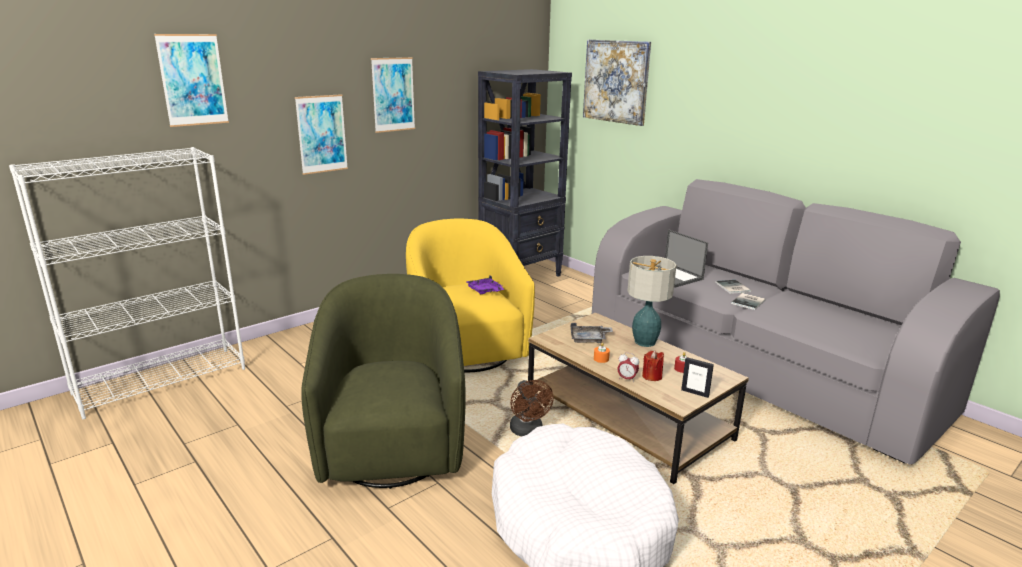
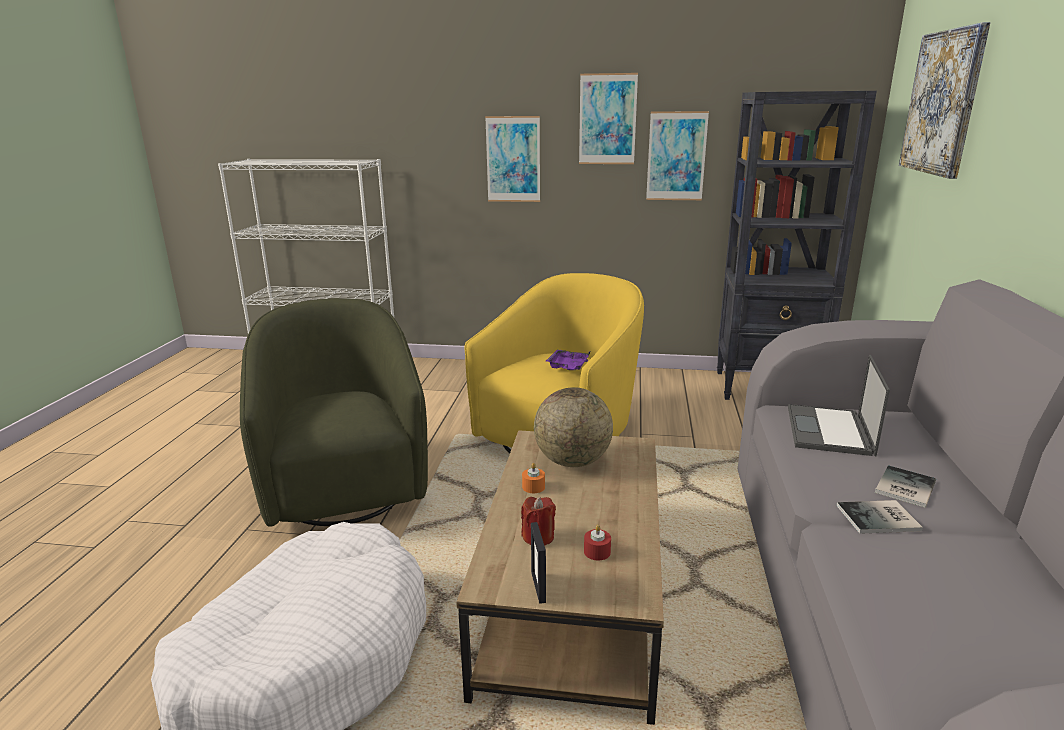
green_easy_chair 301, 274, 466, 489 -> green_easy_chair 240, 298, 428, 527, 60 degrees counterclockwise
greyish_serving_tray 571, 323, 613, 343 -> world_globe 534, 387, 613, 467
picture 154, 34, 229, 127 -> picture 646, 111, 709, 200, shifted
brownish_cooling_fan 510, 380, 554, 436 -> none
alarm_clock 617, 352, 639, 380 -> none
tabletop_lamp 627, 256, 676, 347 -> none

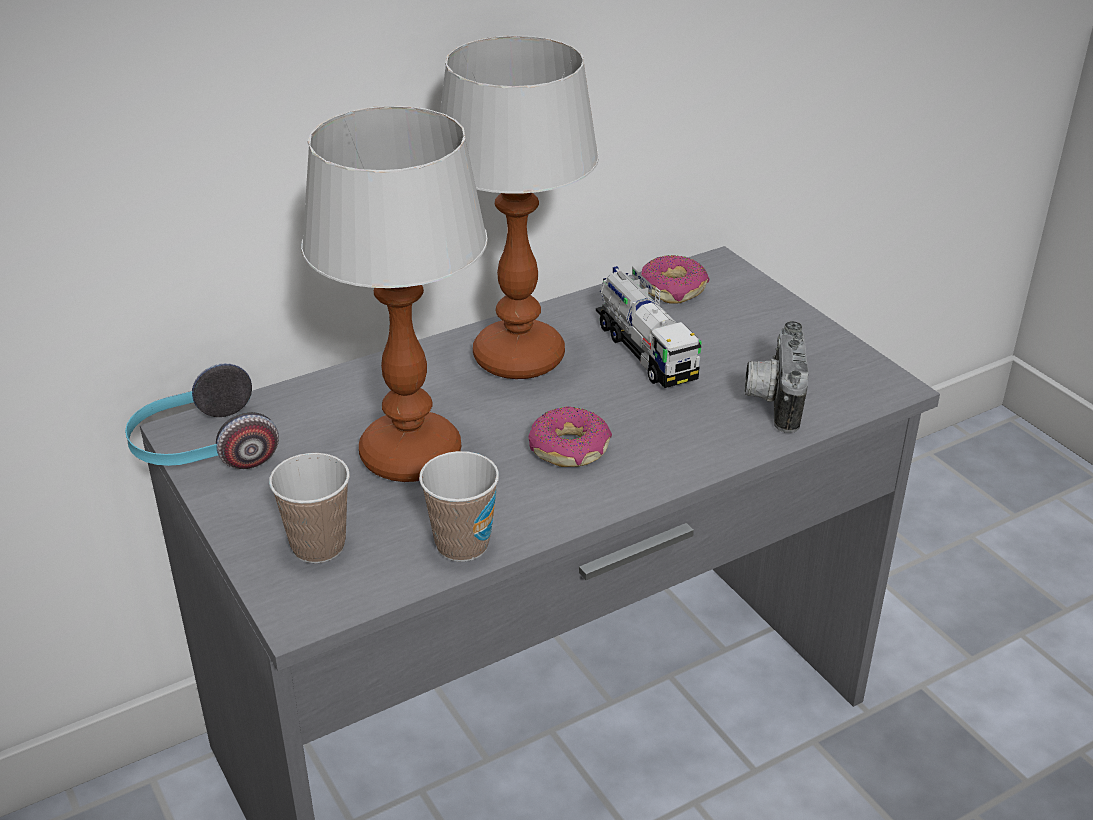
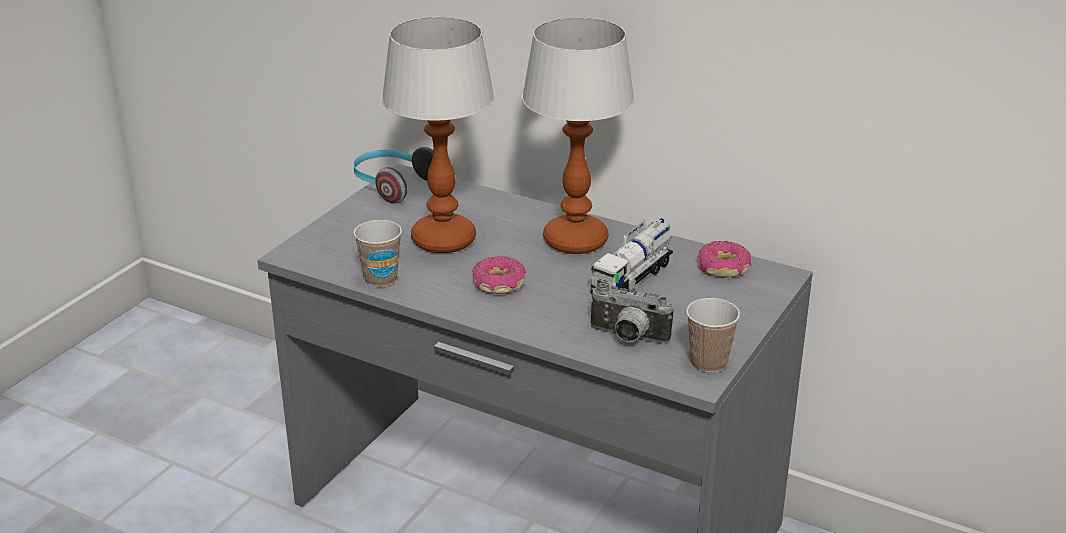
photo_camera 745, 321, 809, 433 -> photo_camera 589, 282, 674, 344, 135 degrees counterclockwise
drinking_cup 269, 453, 350, 563 -> drinking_cup 686, 298, 740, 373, shifted

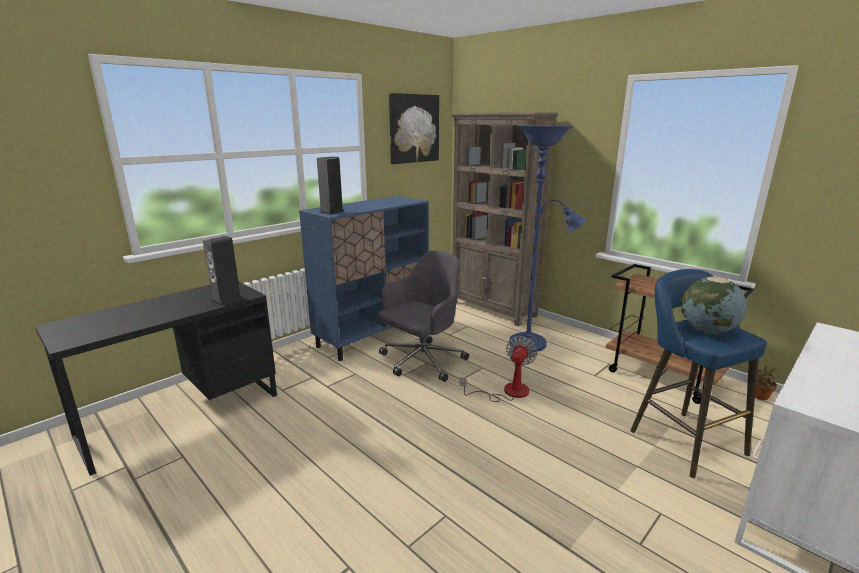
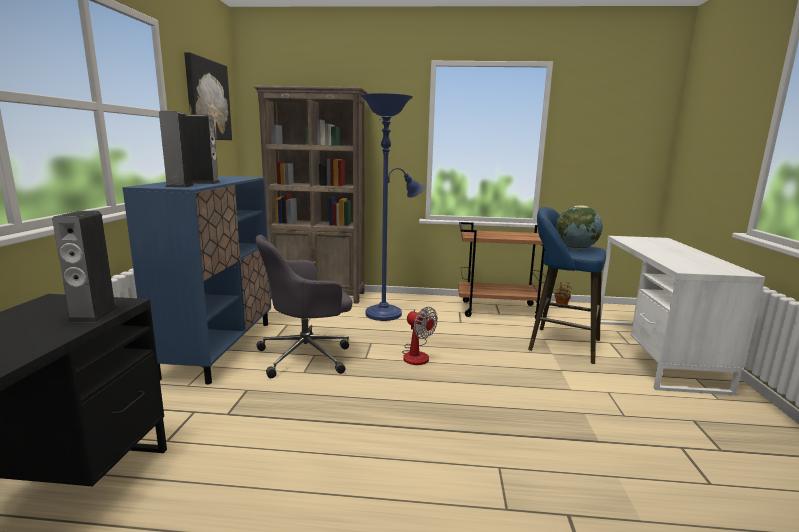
none -> audio_speaker 185, 114, 220, 184
greyish_computer_chair 378, 251, 469, 382 -> greyish_computer_chair 256, 235, 352, 378, 120 degrees counterclockwise
cooling_fan 460, 336, 538, 402 -> cooling_fan 402, 307, 438, 365, 150 degrees clockwise

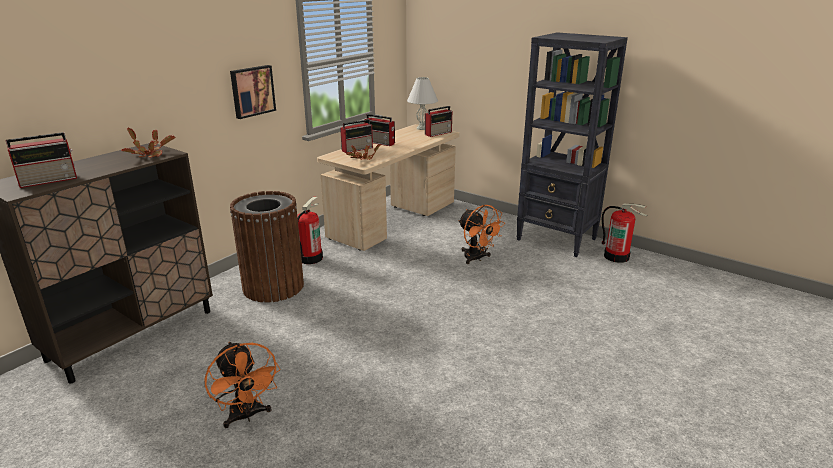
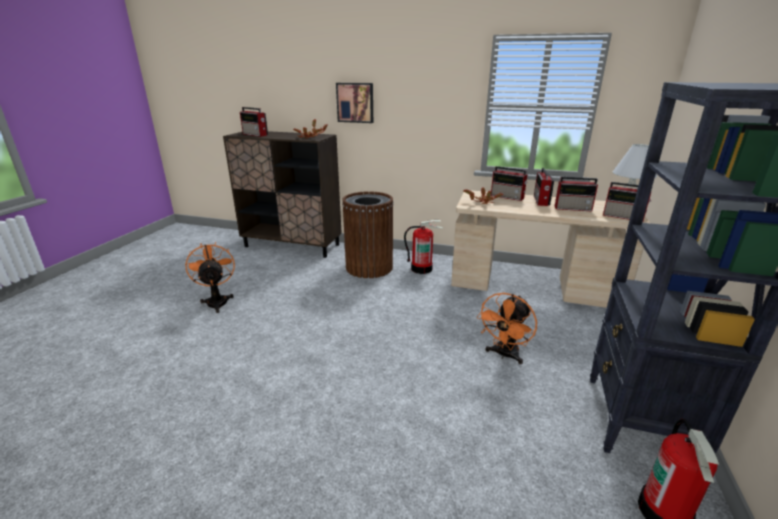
orangey_cooling_fan 204, 342, 280, 428 -> orangey_cooling_fan 185, 242, 235, 313, 120 degrees clockwise
picture 230, 65, 276, 119 -> picture 336, 83, 373, 123, shifted
none -> radio 555, 177, 598, 211

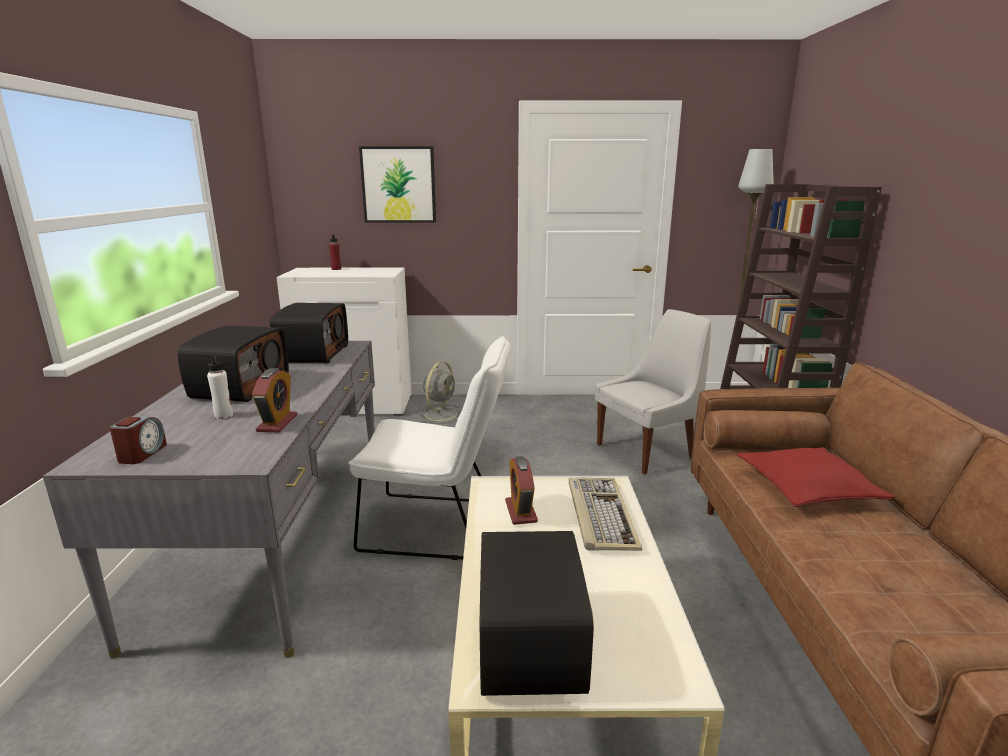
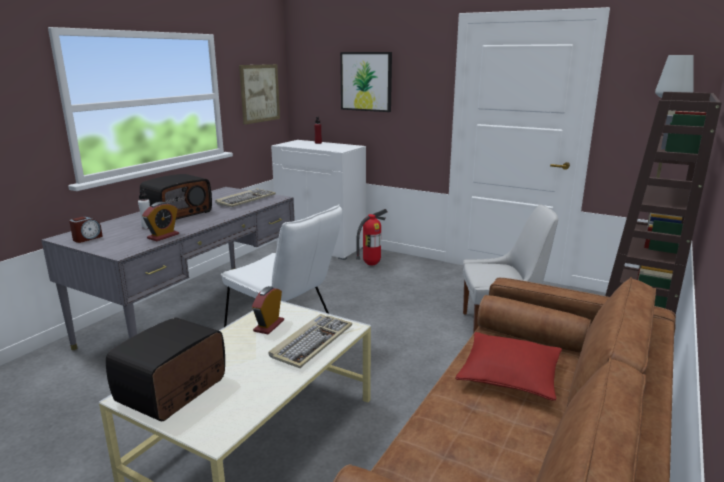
radio 270, 303, 348, 363 -> computer_keyboard 215, 188, 276, 207
none -> picture 239, 64, 280, 124
greyish_cooling_fan 419, 361, 462, 424 -> fire-fighting_cylinder 356, 209, 387, 266

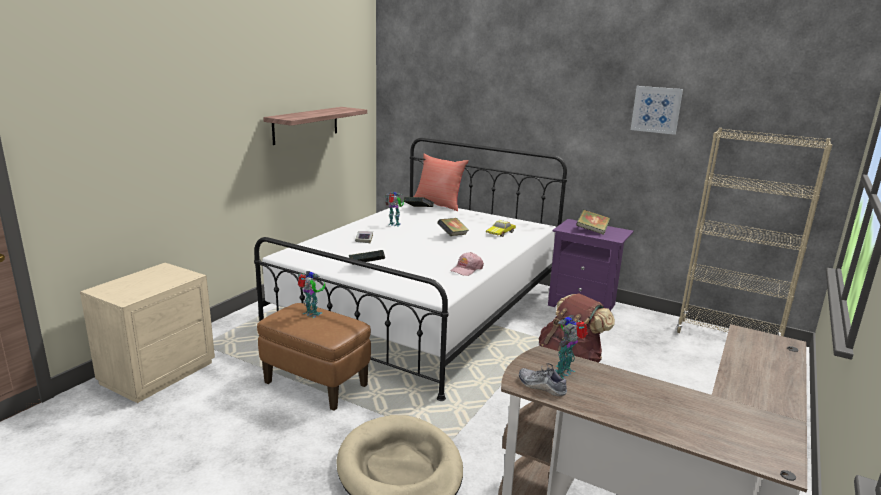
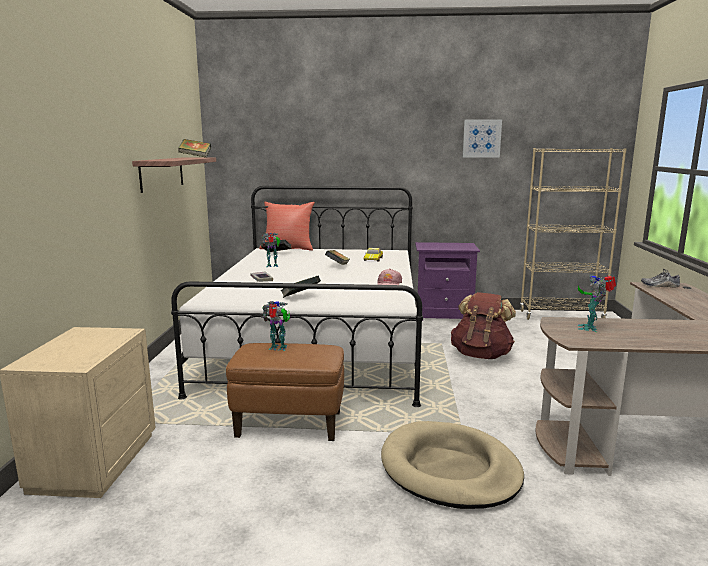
bound_book 576, 209, 610, 235 -> bound_book 178, 139, 211, 158, shifted
item_of_footwear 519, 363, 567, 396 -> item_of_footwear 641, 269, 680, 288, shifted

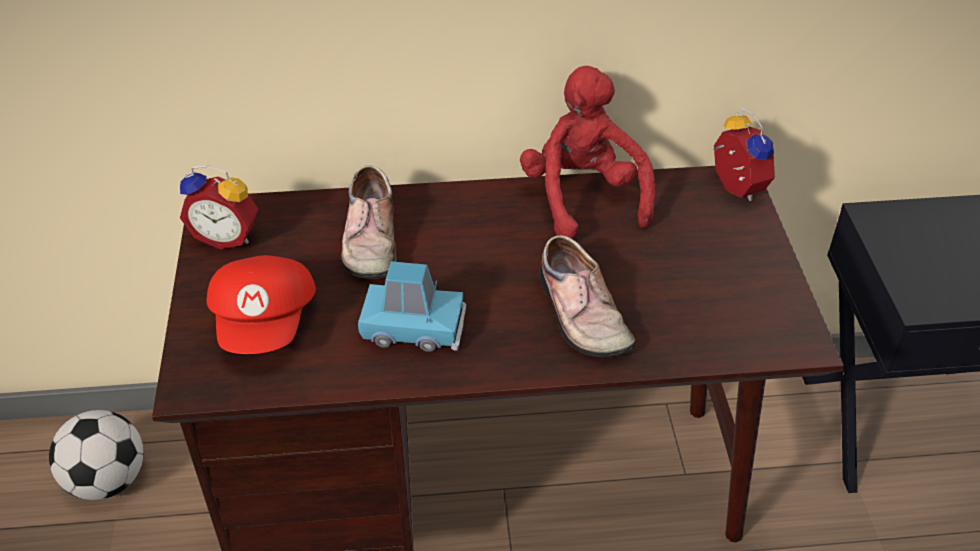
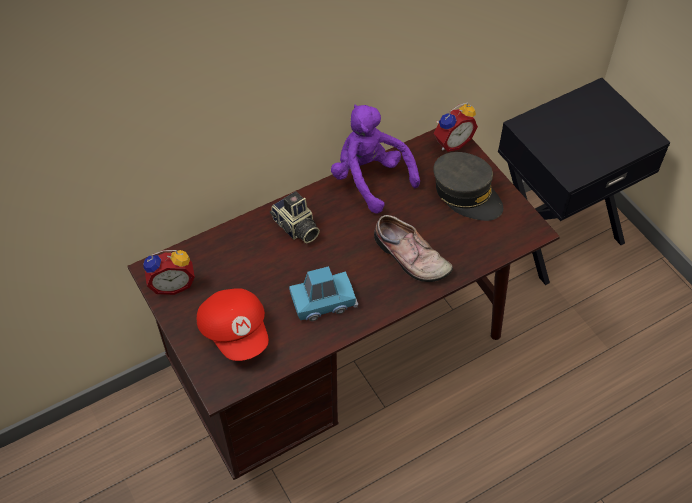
none -> photo_camera 270, 191, 320, 243
red-coloured_soft_toy 520, 66, 655, 239 -> purplish_soft_toy 331, 104, 420, 214
none -> greyish_peaked_cap 433, 152, 503, 221
alarm_clock 713, 109, 775, 201 -> alarm_clock 434, 102, 478, 152, 105 degrees clockwise
football_ball 49, 410, 144, 500 -> none
item_of_footwear 341, 165, 397, 279 -> none

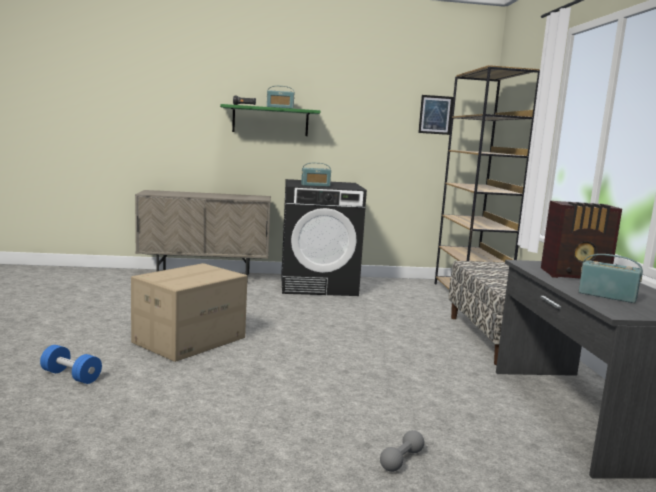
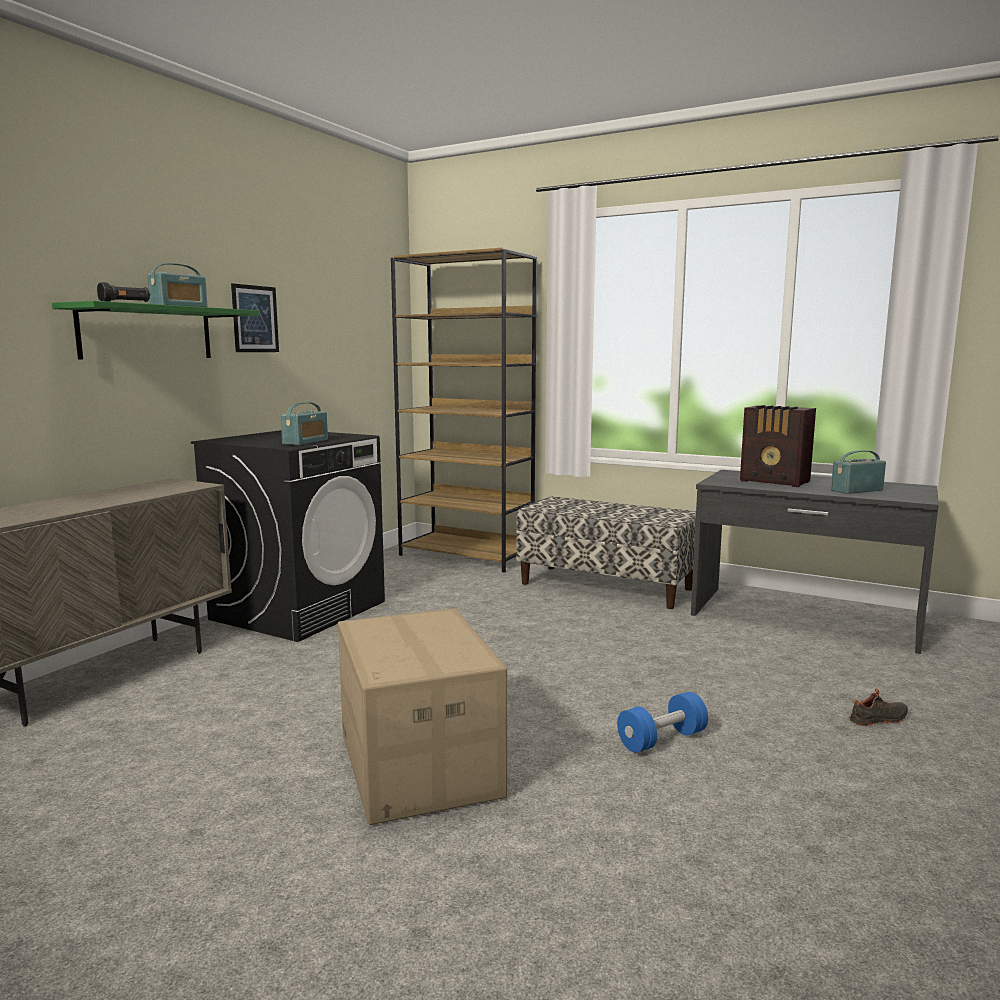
picture 418, 95, 453, 135 -> picture 231, 283, 279, 352, shifted
bluish_hand_weight 40, 345, 102, 384 -> bluish_hand_weight 617, 692, 708, 753, shifted
radio 541, 201, 622, 278 -> radio 740, 405, 816, 487, 90 degrees clockwise
greyish_hand_weight 380, 430, 424, 472 -> black_item_of_footwear 850, 688, 908, 726

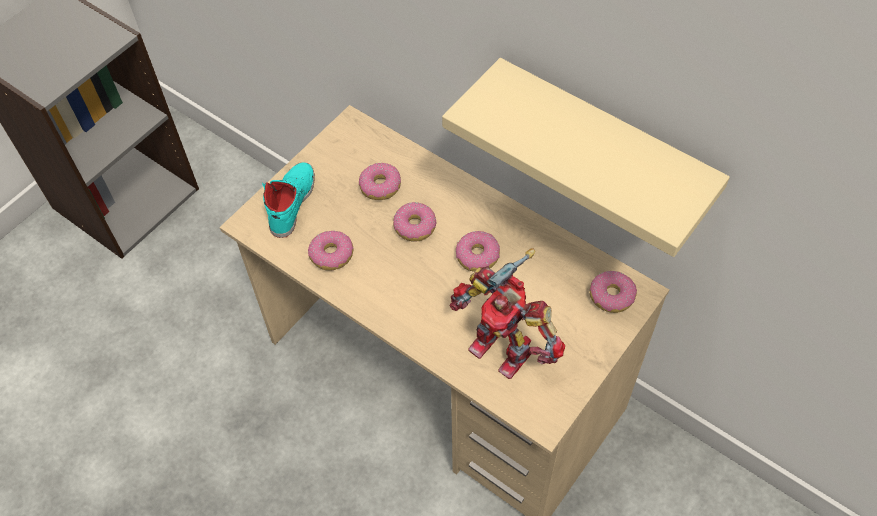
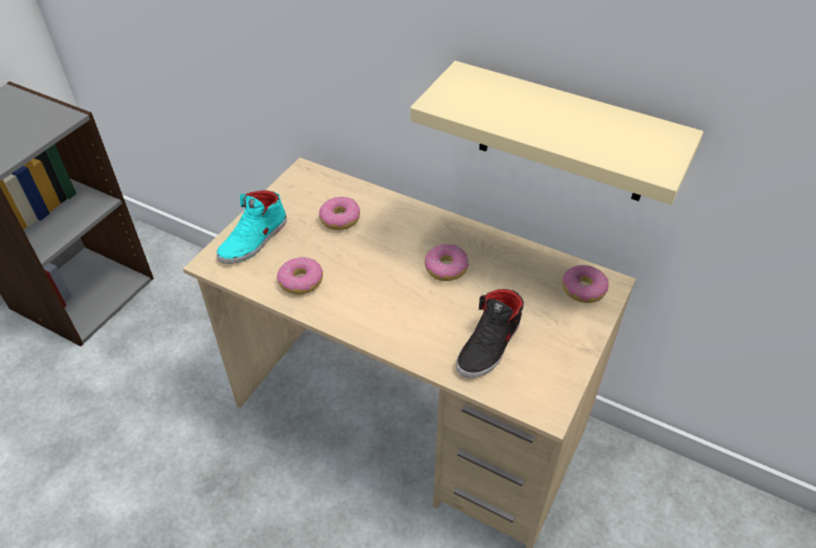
blue-green_item_of_footwear 262, 162, 315, 238 -> blue-green_item_of_footwear 216, 190, 287, 264, 150 degrees counterclockwise
model_robot 450, 248, 565, 379 -> black_item_of_footwear 456, 289, 524, 378
ring_doughnut 393, 202, 437, 242 -> none

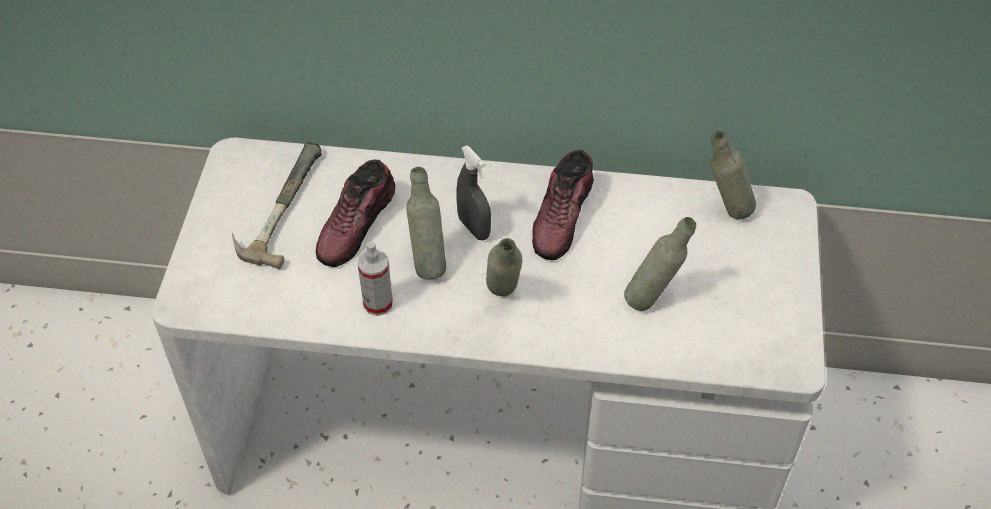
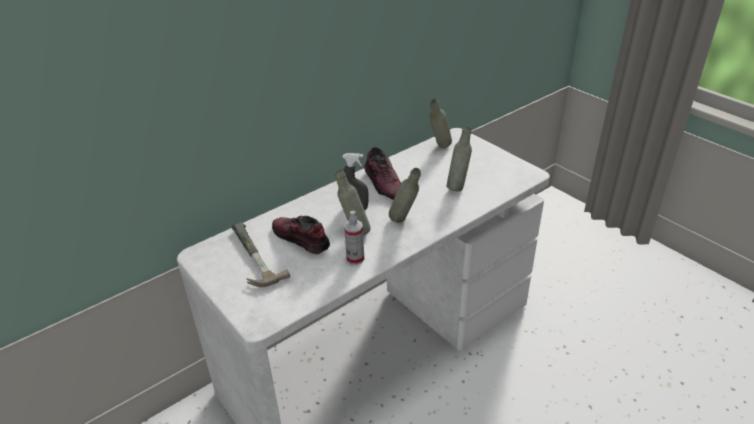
item_of_footwear 316, 160, 395, 267 -> item_of_footwear 272, 215, 330, 254, 150 degrees clockwise

